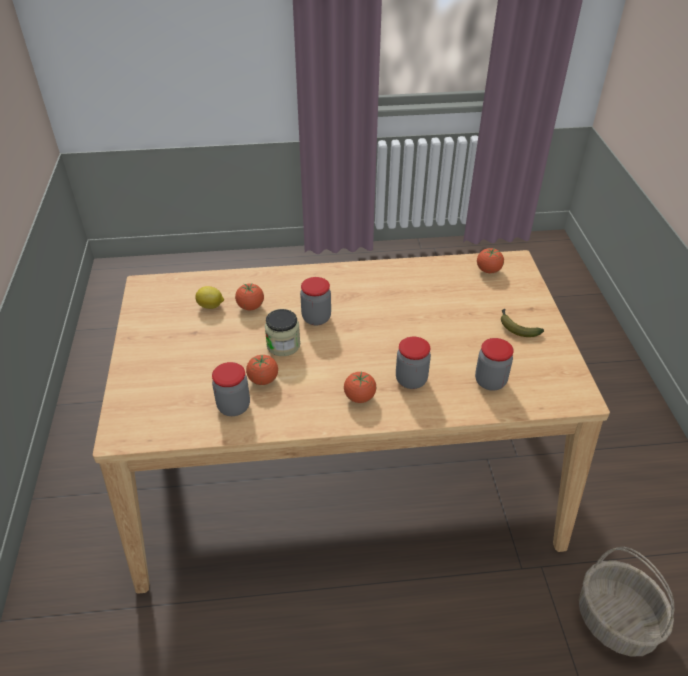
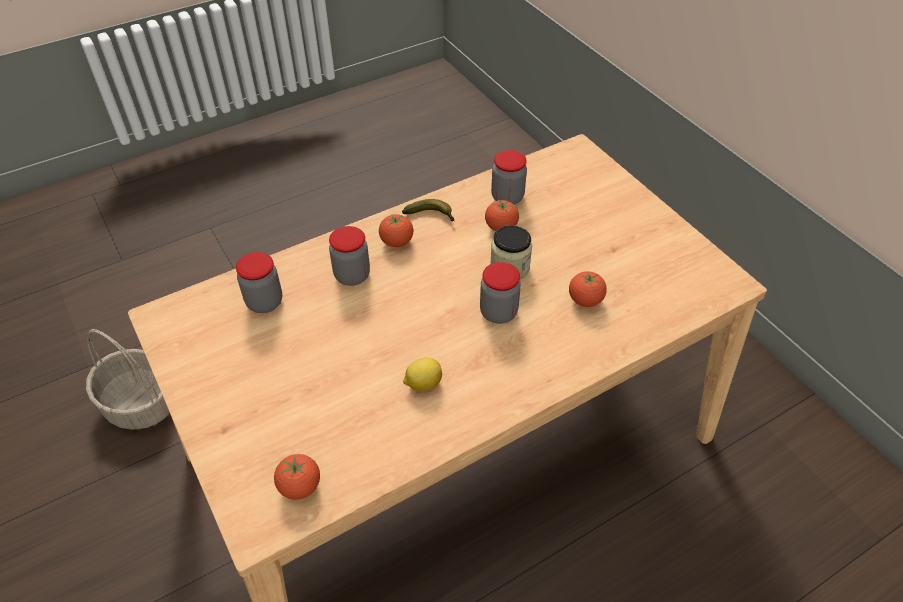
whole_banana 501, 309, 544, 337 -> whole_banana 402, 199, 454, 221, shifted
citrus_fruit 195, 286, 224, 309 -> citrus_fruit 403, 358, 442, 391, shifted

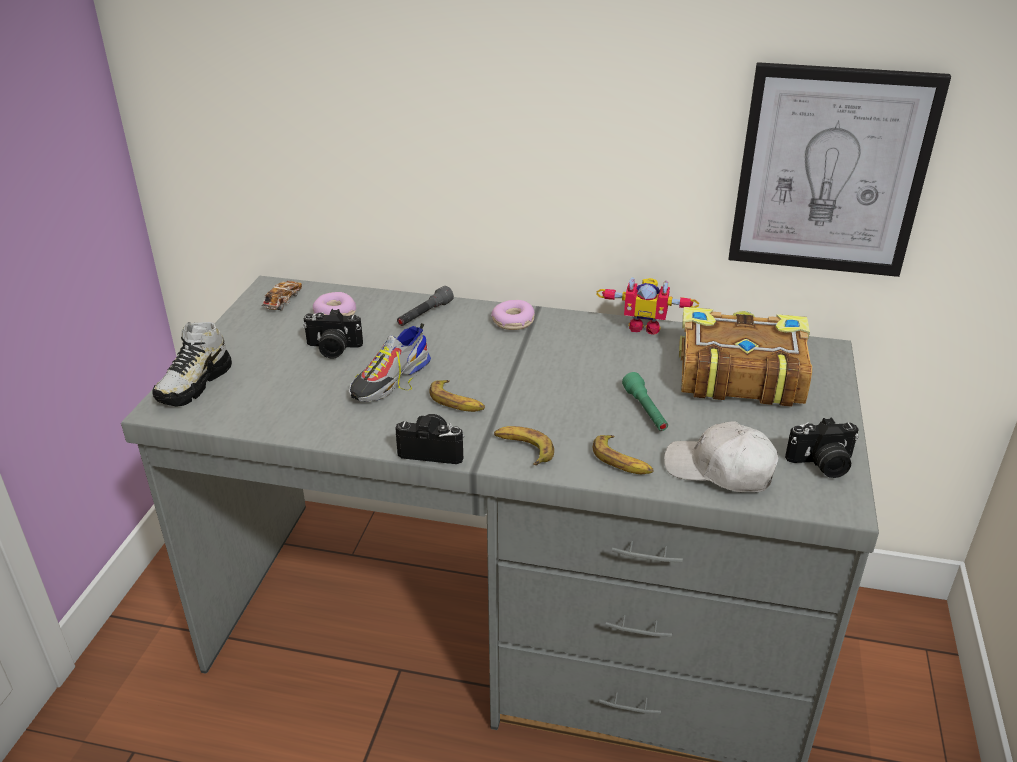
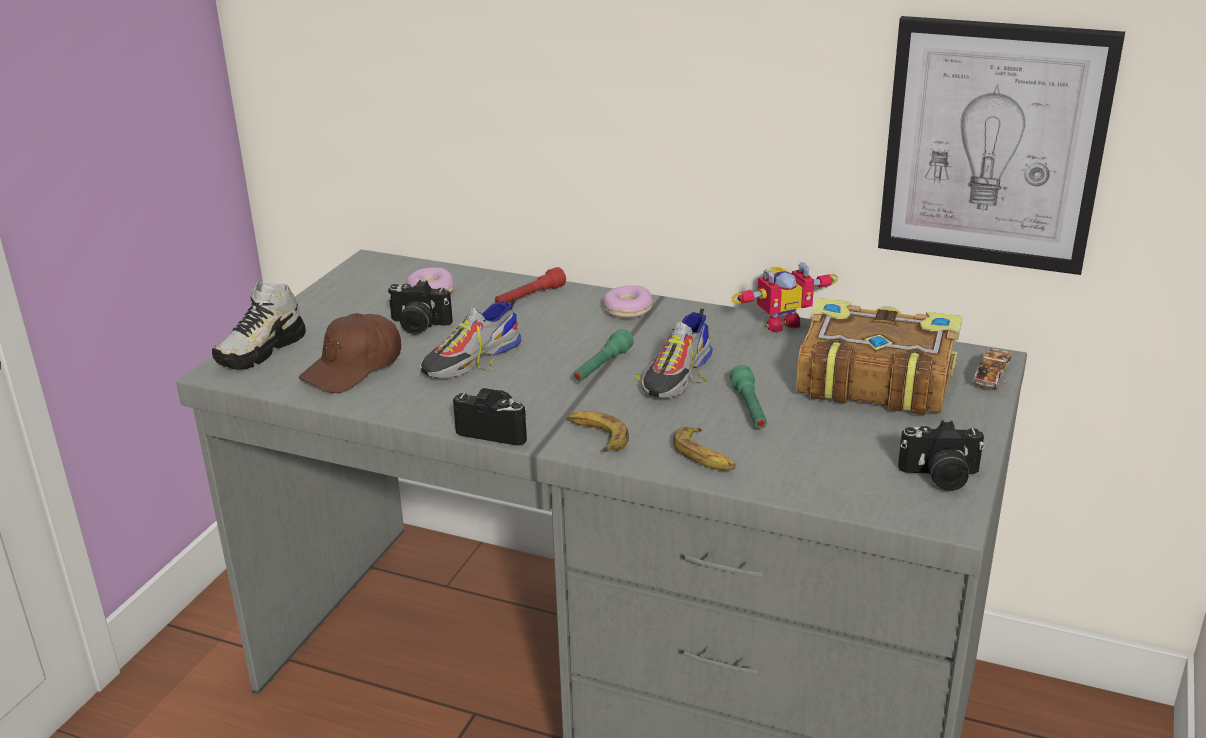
none -> brownish_peaked_cap 299, 313, 401, 393
greyish_hand_torch 397, 286, 454, 326 -> red-coloured_hand_torch 495, 267, 566, 303
none -> green_hand_torch 573, 329, 634, 382
none -> item_of_footwear 635, 308, 713, 398
model_robot 596, 277, 699, 335 -> model_robot 731, 262, 838, 333, 45 degrees counterclockwise
model_car 261, 280, 302, 311 -> model_car 972, 349, 1012, 389, shifted
whole_banana 429, 380, 485, 412 -> none
white_peaked_cap 664, 421, 778, 492 -> none

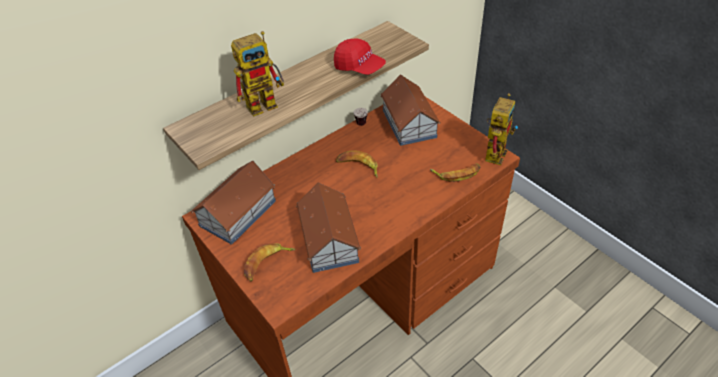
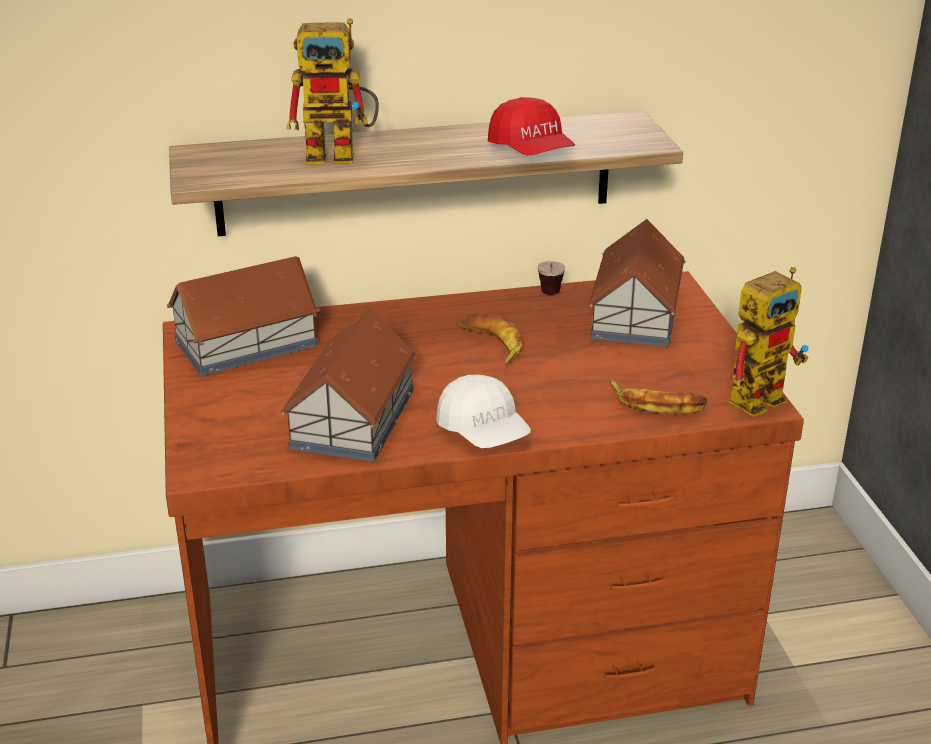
none -> white_peaked_cap 436, 374, 531, 448
whole_banana 244, 243, 296, 282 -> none

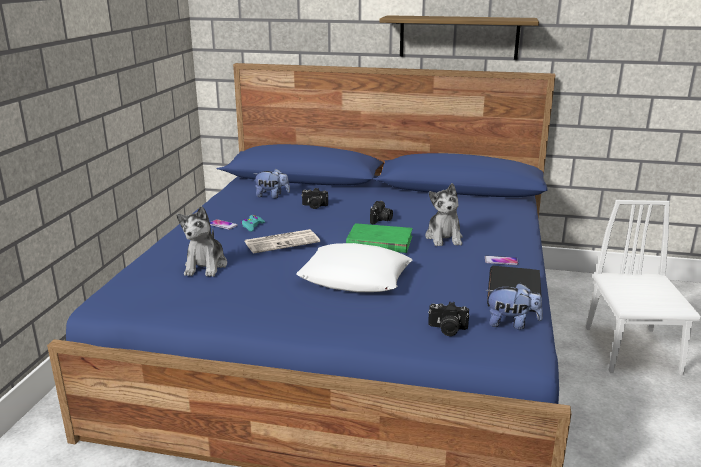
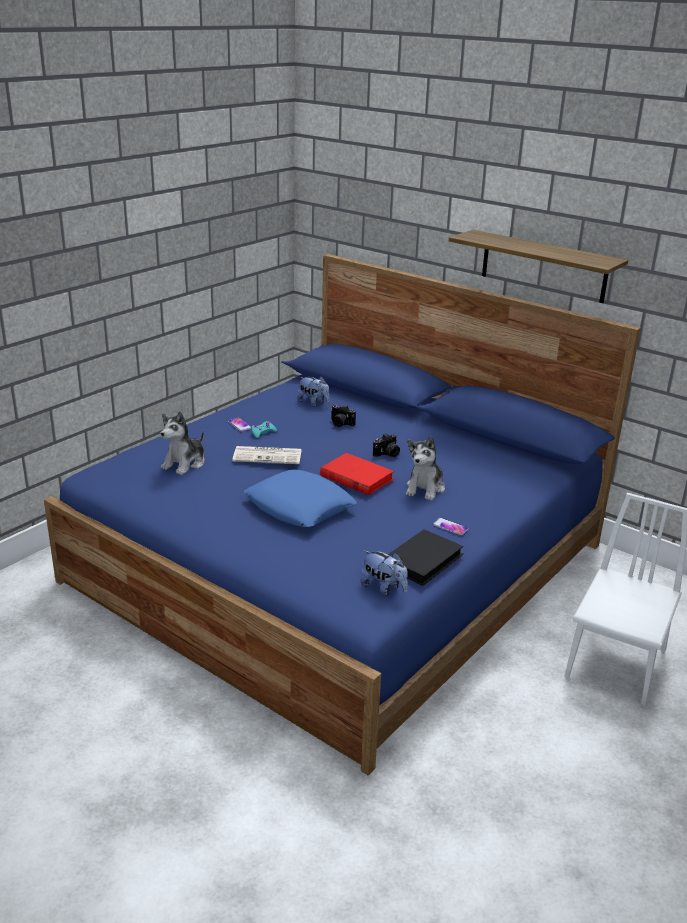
white_pillow 296, 243, 412, 292 -> bluish_pillow 244, 470, 357, 527
green_bound_book 346, 223, 413, 253 -> red-coloured_bound_book 320, 453, 394, 495
photo_camera 428, 301, 469, 336 -> none

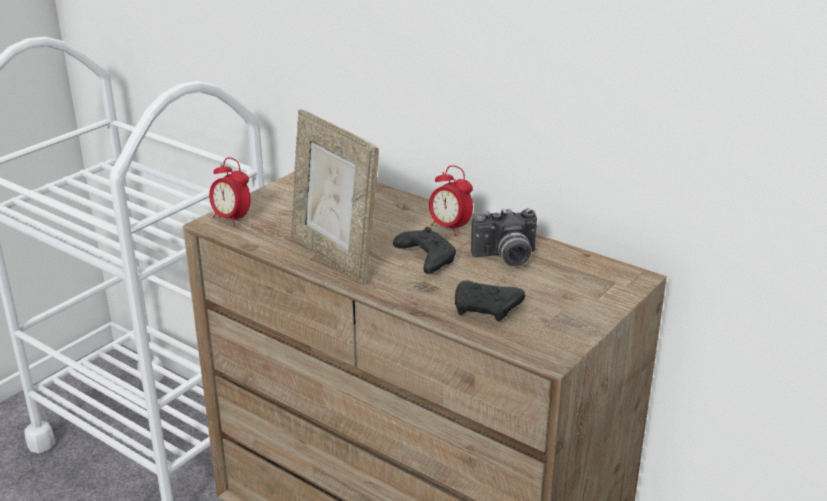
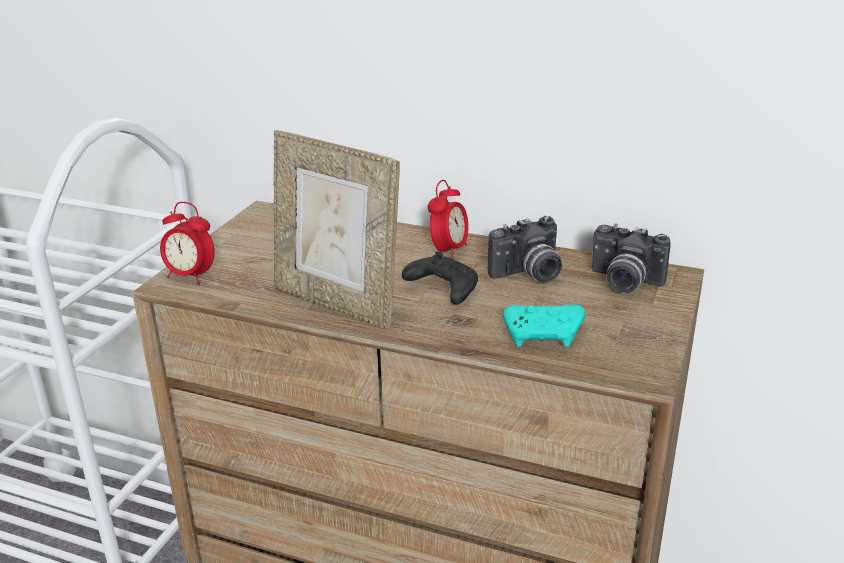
alarm_clock 429, 165, 473, 236 -> alarm_clock 428, 180, 468, 259, 90 degrees counterclockwise
black_game_controller 455, 281, 525, 321 -> blue-green_game_controller 503, 305, 585, 347
none -> photo_camera 592, 224, 671, 293

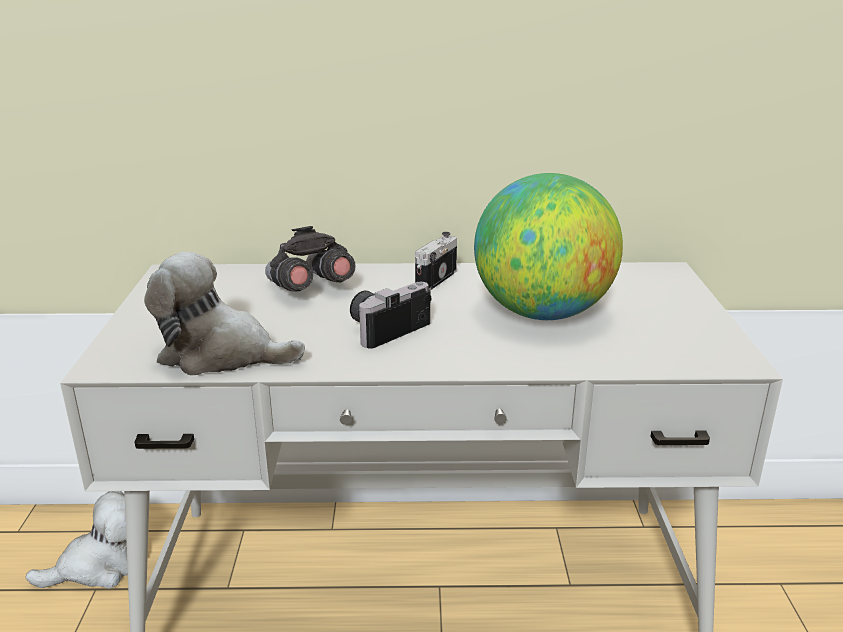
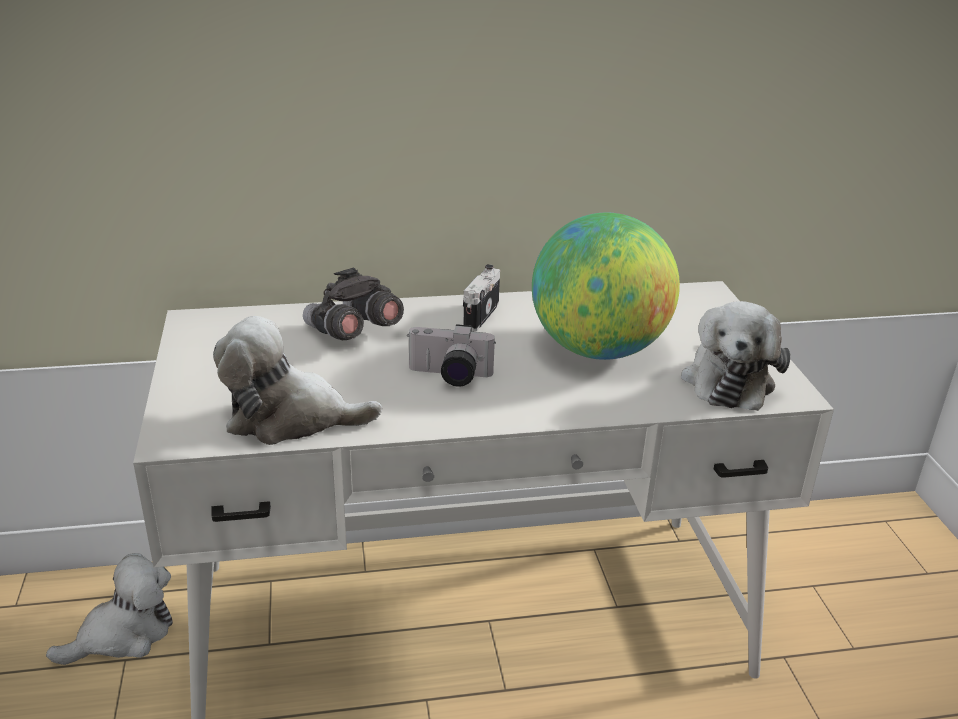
photo_camera 350, 282, 432, 349 -> photo_camera 407, 324, 496, 387, 120 degrees counterclockwise
none -> soft_toy 681, 301, 790, 411

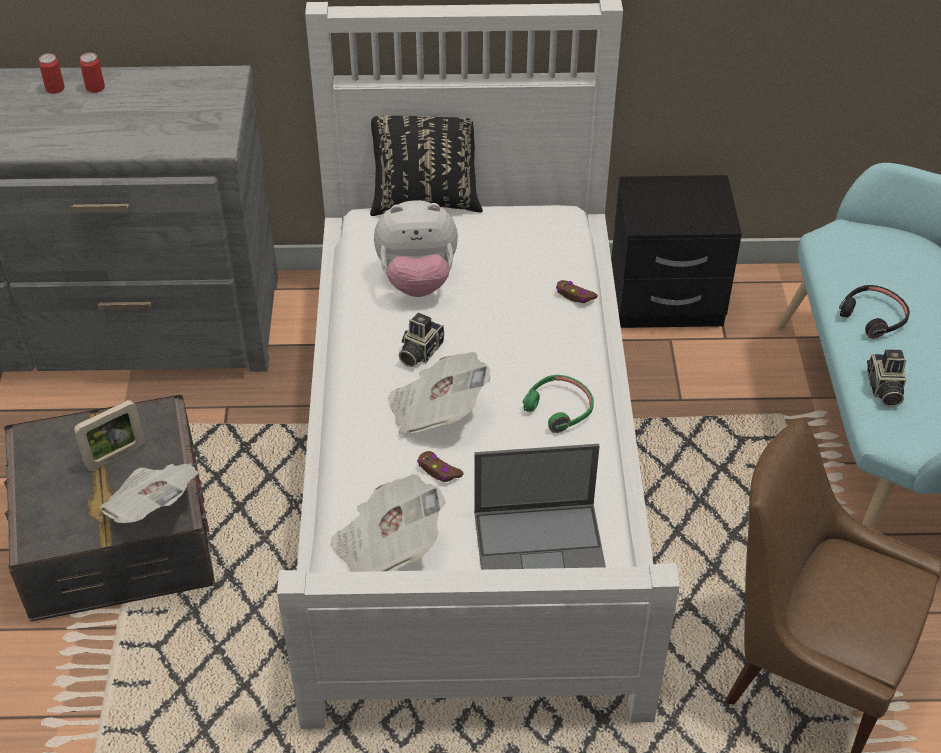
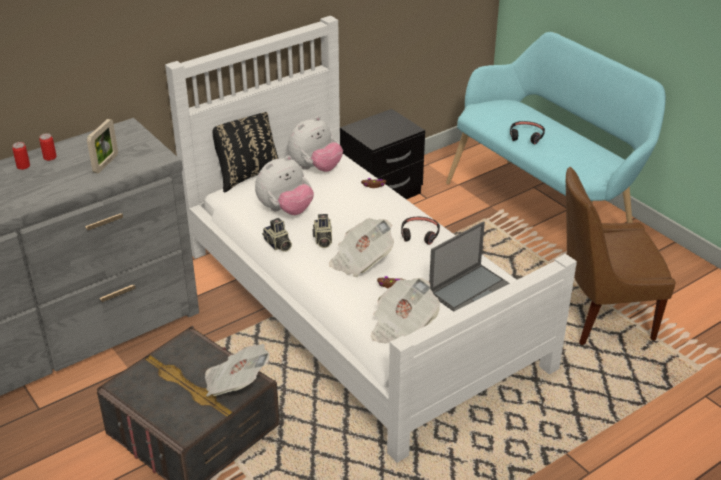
standing_frame 74, 400, 145, 471 -> standing_frame 87, 119, 118, 173, shifted
photo_camera 867, 349, 906, 407 -> photo_camera 262, 218, 292, 252, shifted
none -> soft_toy 288, 116, 343, 172
green_pair_of_headphones 522, 375, 594, 433 -> black_pair_of_headphones 401, 217, 440, 245

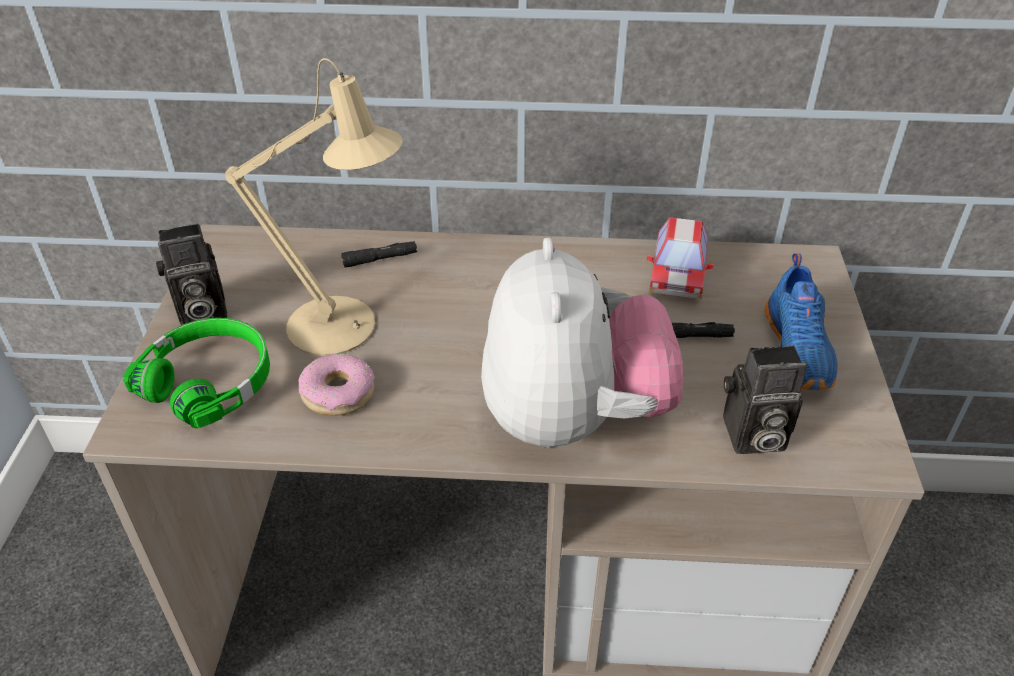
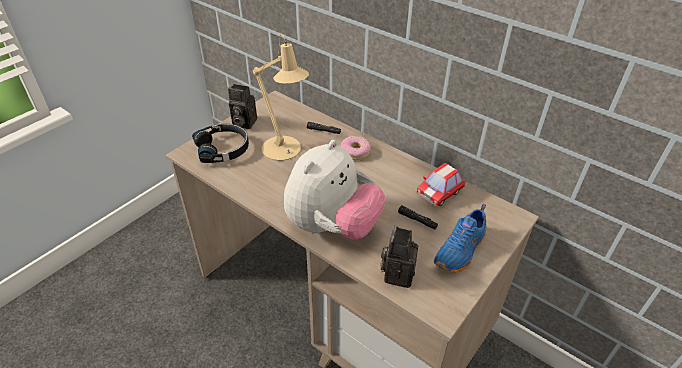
green_pair_of_headphones 123, 318, 270, 428 -> black_pair_of_headphones 192, 124, 249, 163
ring_doughnut 299, 353, 375, 416 -> ring_doughnut 341, 136, 371, 160, shifted
photo_camera 723, 345, 807, 454 -> photo_camera 380, 225, 418, 288, 75 degrees clockwise

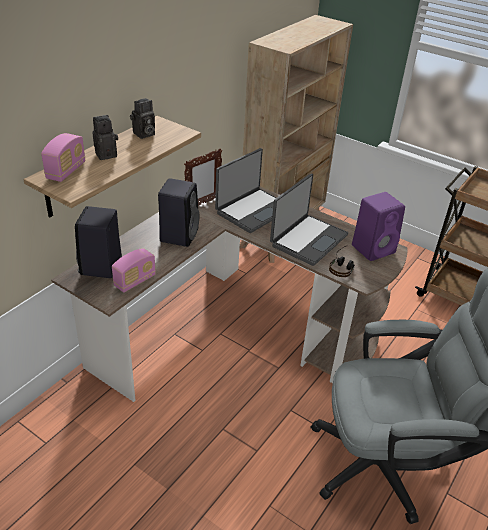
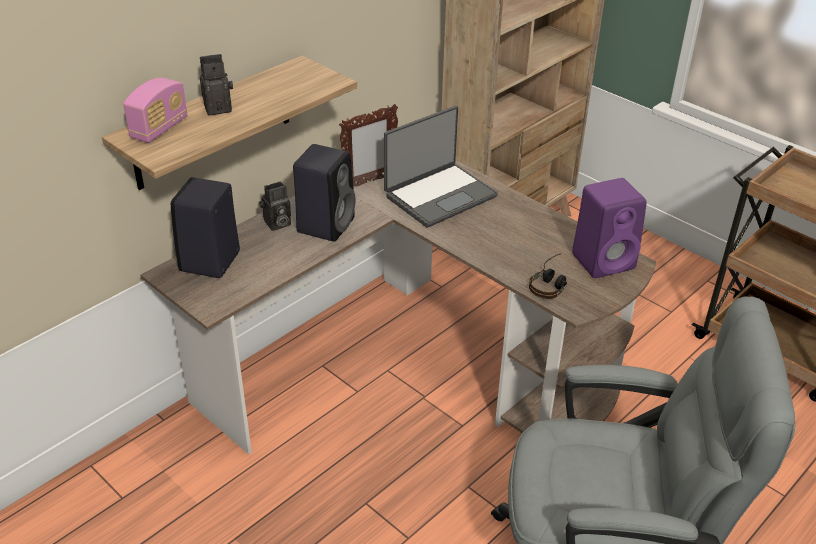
photo_camera 130, 98, 155, 139 -> photo_camera 259, 181, 291, 231, shifted
radio 112, 248, 156, 293 -> none
portable_computer 270, 173, 348, 266 -> none

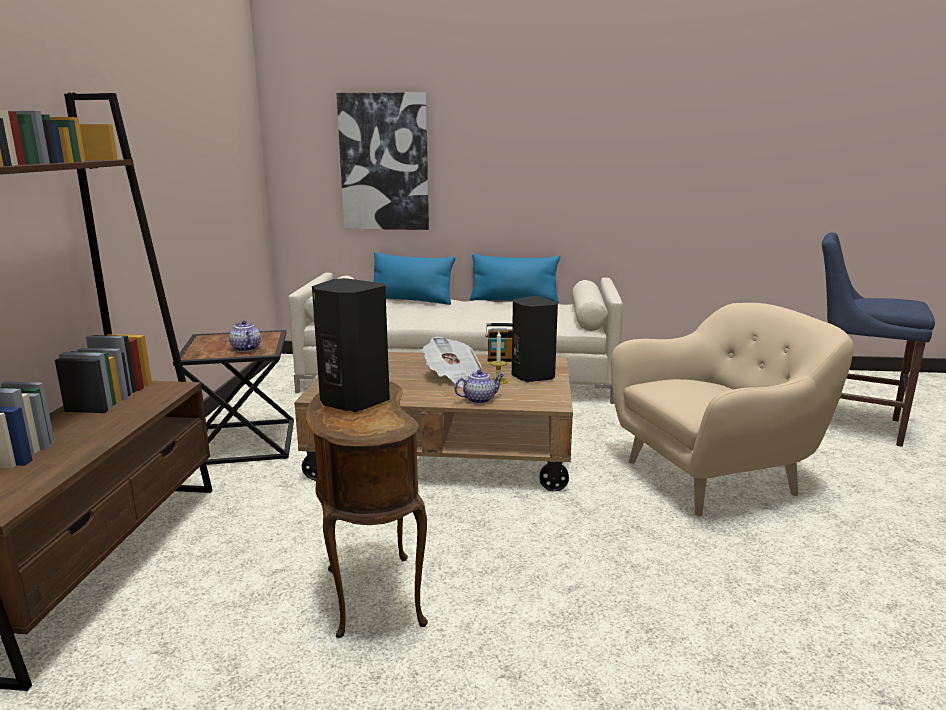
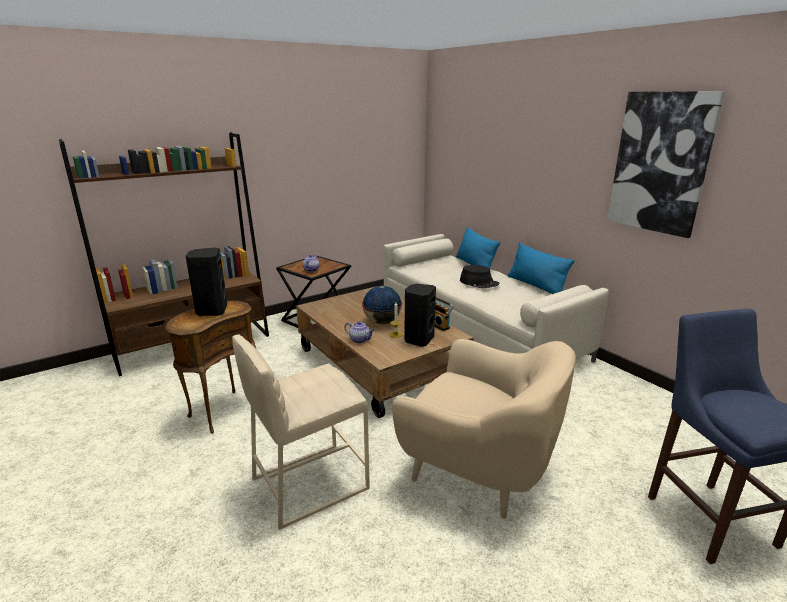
none -> beige_stool 232, 335, 370, 530
printed_paper 423, 337, 482, 387 -> world_globe 362, 286, 402, 324
none -> black_wearable_hat 460, 265, 499, 288
picture 337, 92, 429, 230 -> picture 607, 91, 725, 238, shifted

